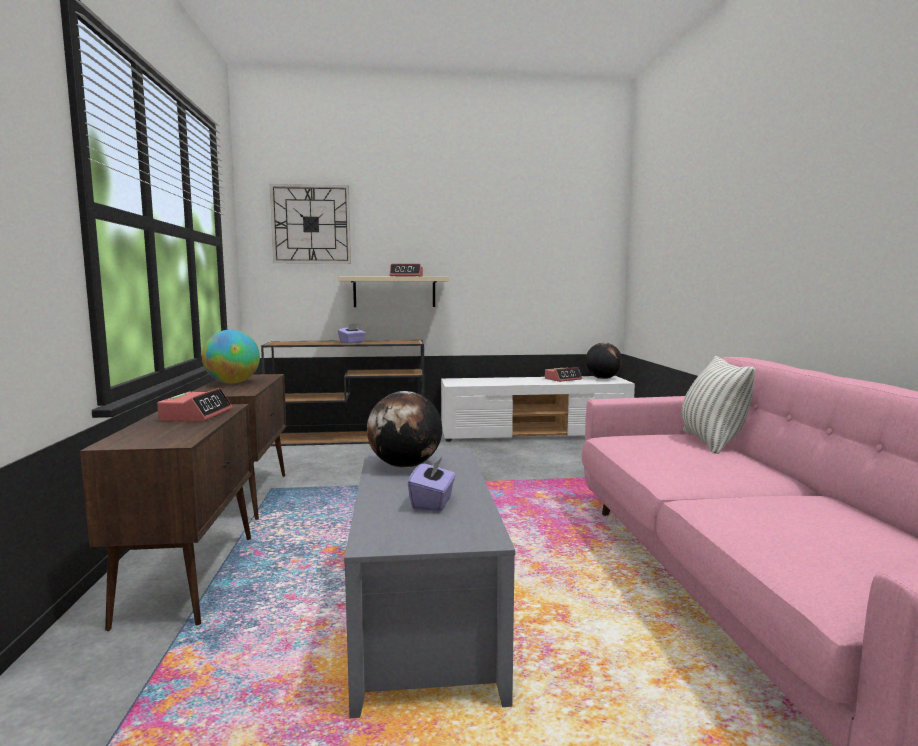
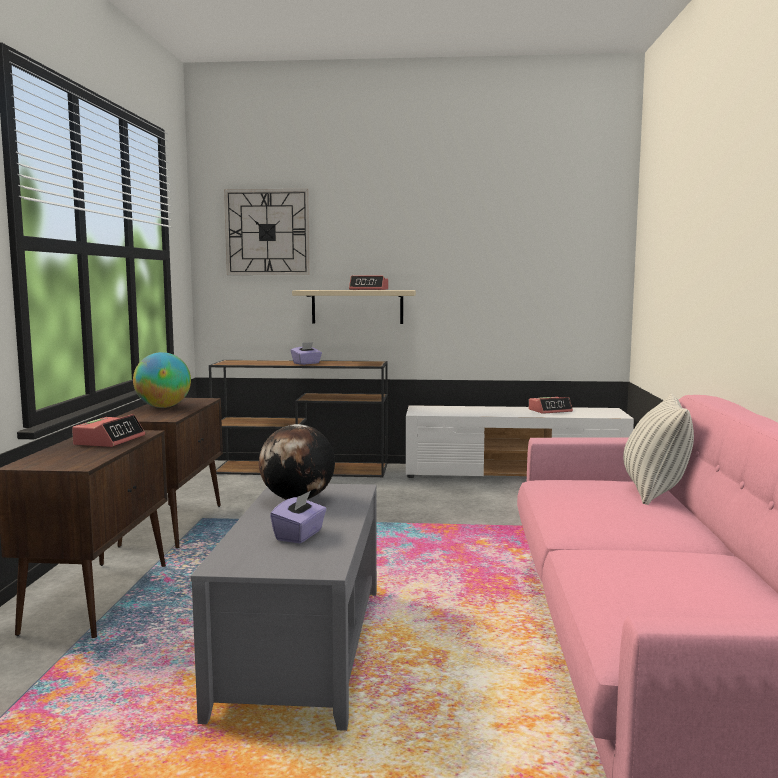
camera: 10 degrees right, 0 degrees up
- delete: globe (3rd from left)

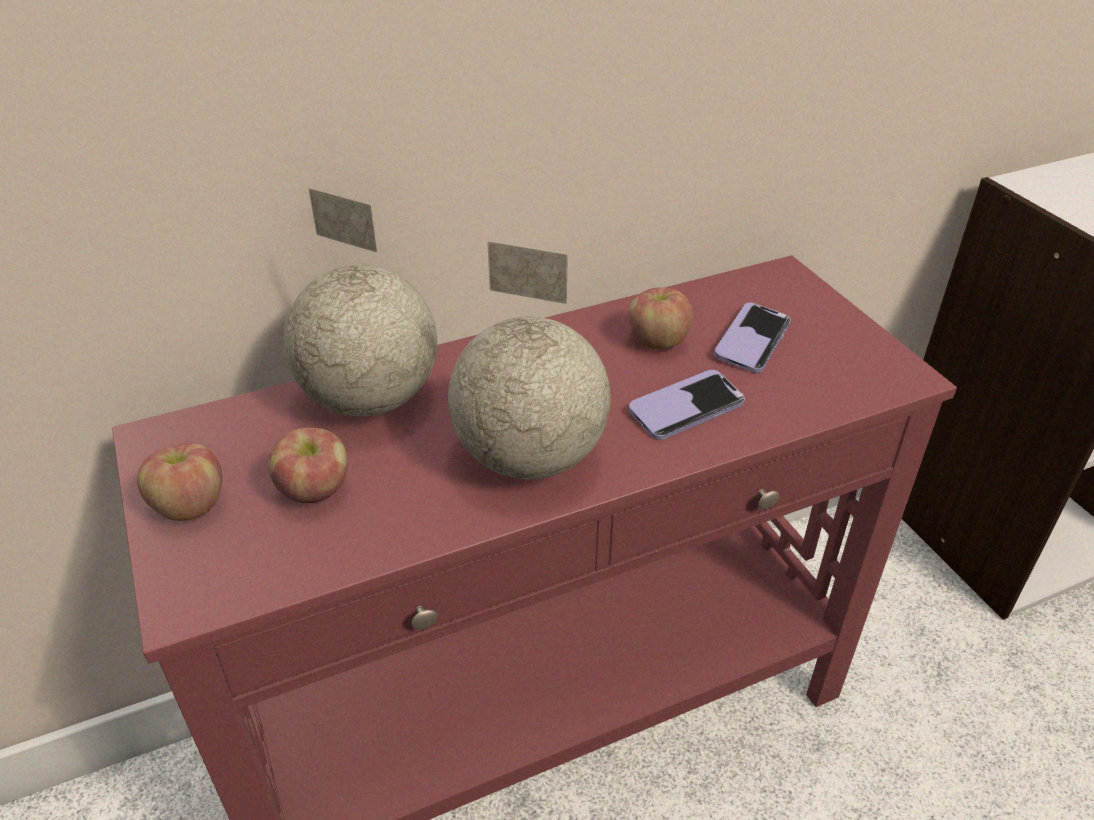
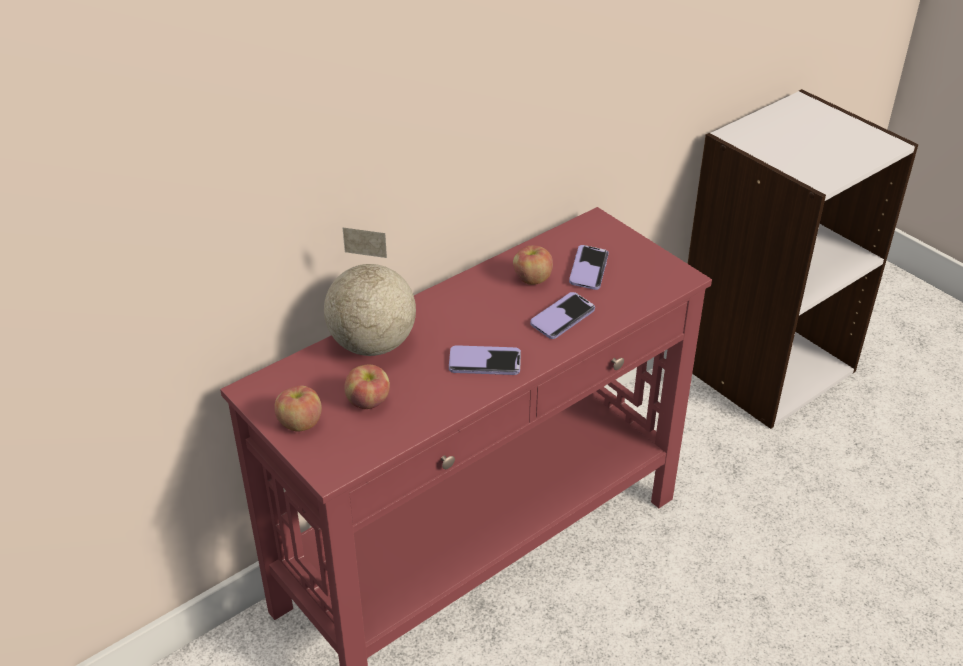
camera: 15 degrees left, 0 degrees up
- replace: globe (2nd from left) to phone (1st from left)

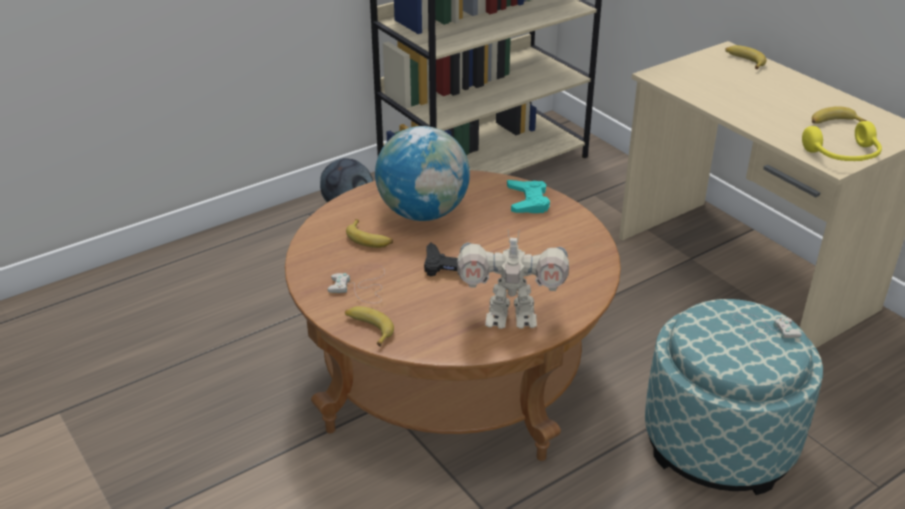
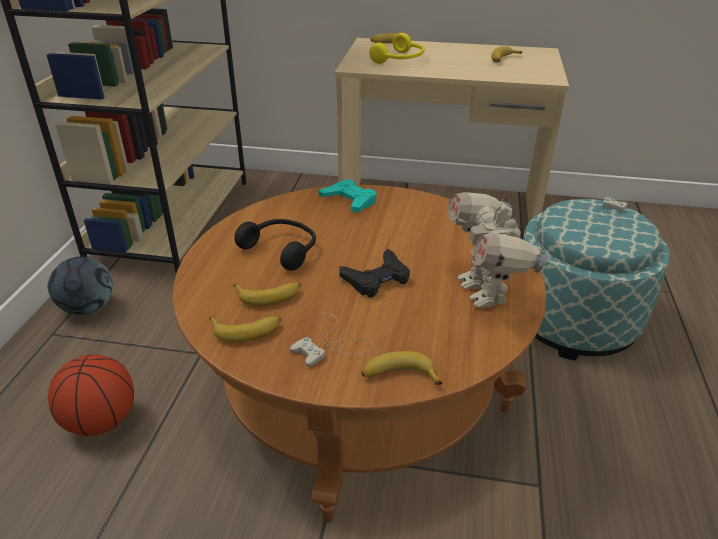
camera: 45 degrees left, 0 degrees up
- insert: basketball
- insert: banana (1st from left)
- replace: globe to black_headphones
- move: yellow_headphones
- rotate: toy_robot 120 degrees clockwise

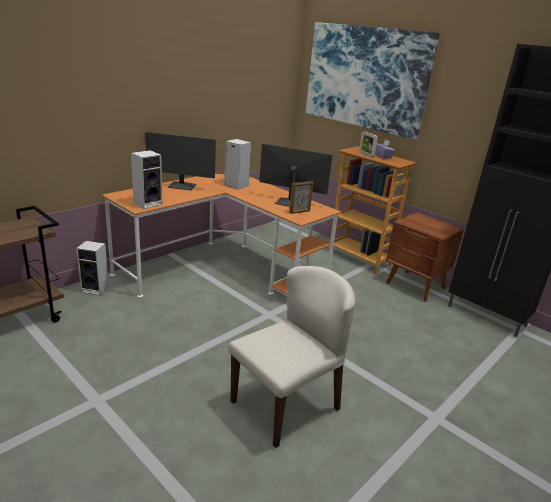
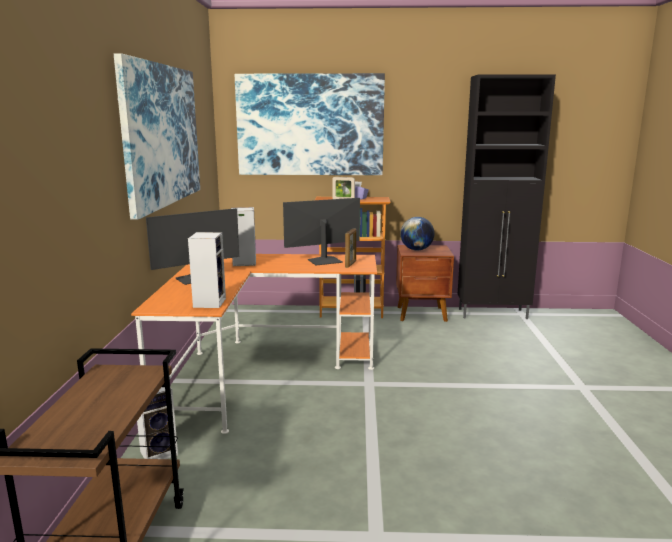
camera: 40 degrees left, 10 degrees down
- insert: picture (1st from left)
- insert: globe
- delete: beige_chair

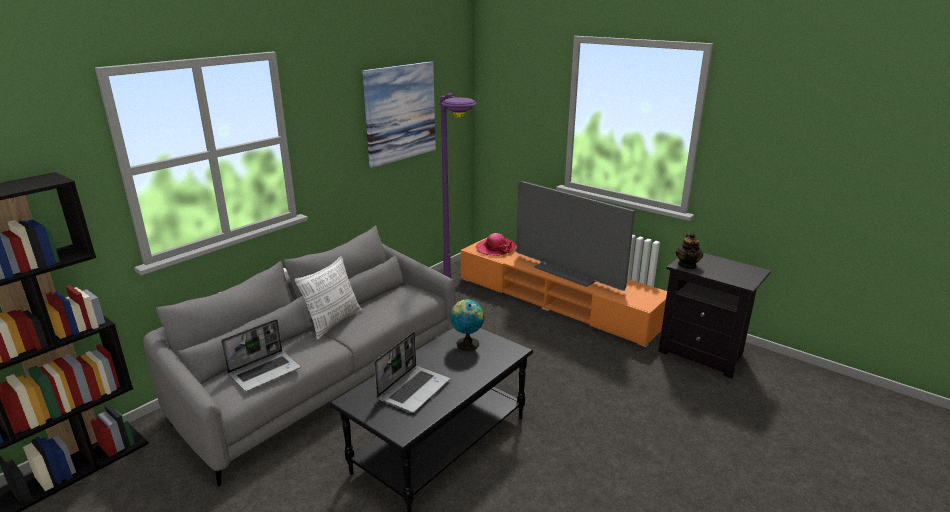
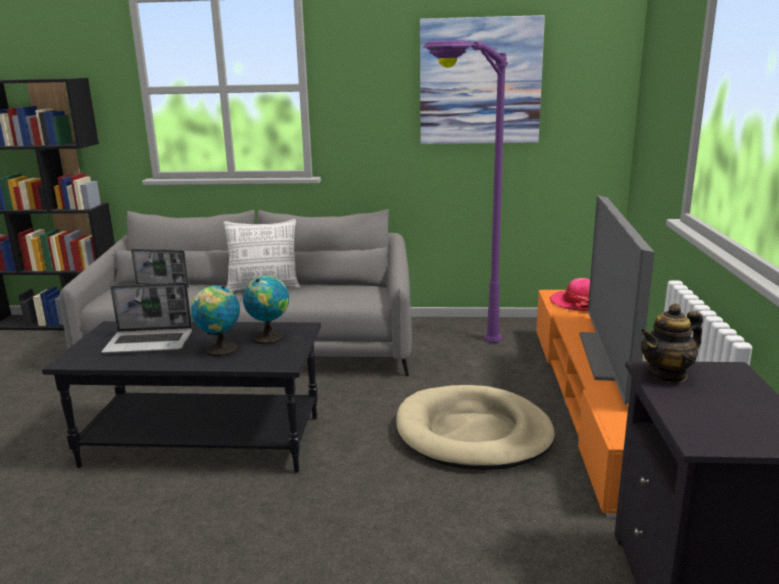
camera: 55 degrees right, 5 degrees down
- insert: globe (1st from left)
- insert: beige_dog_bed

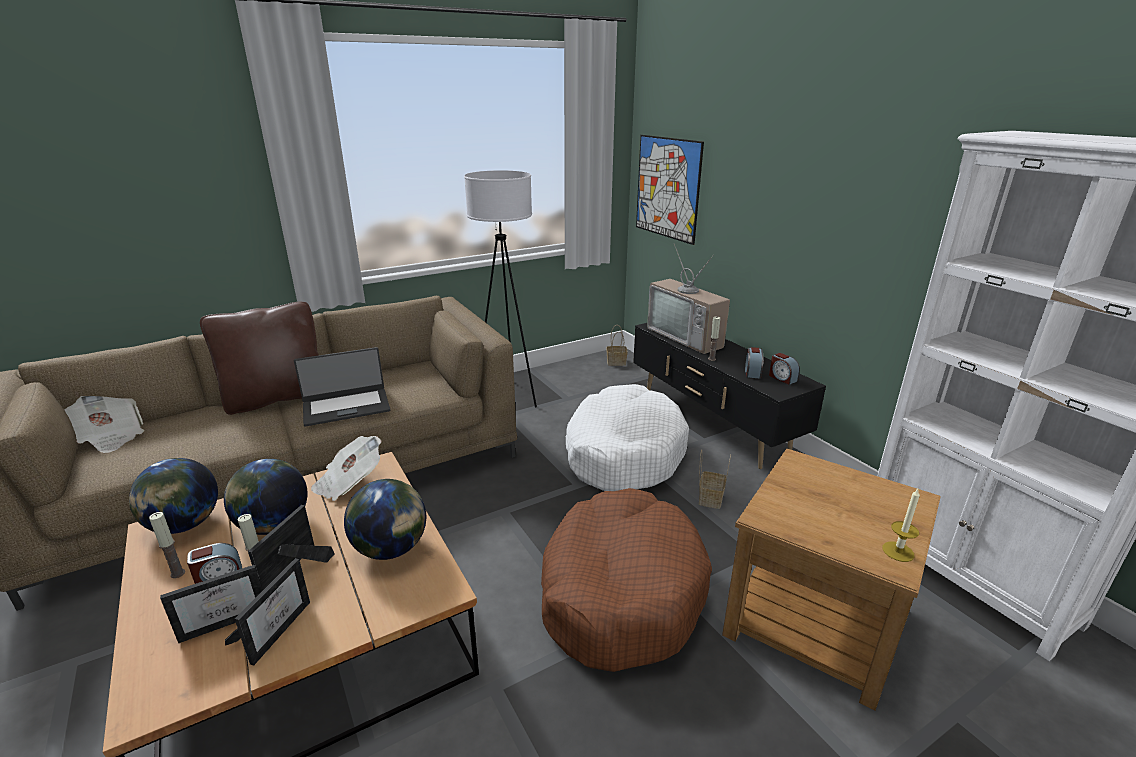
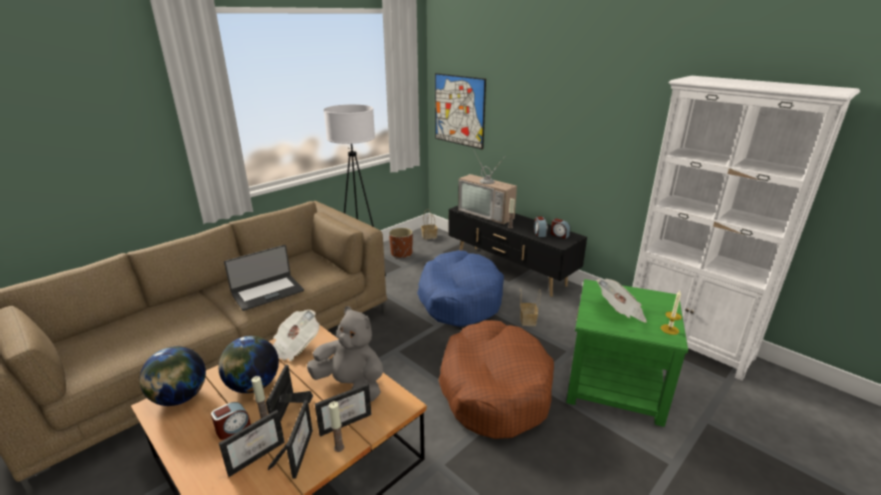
camera: 15 degrees left, 0 degrees up
- replace: globe (3rd from left) to grey_plush_toy
- insert: picture_frame (4th from left)
- move: candle (1st from left in the first image) to candle (2nd from left)
- insert: brown_planter
- recolor: white_dog_bed to blue_dog_bed
- recolor: brown_side_table to green_side_table
- move: newspaper (1st from left in the first image) to newspaper (2nd from left)
- delete: brown_pillow

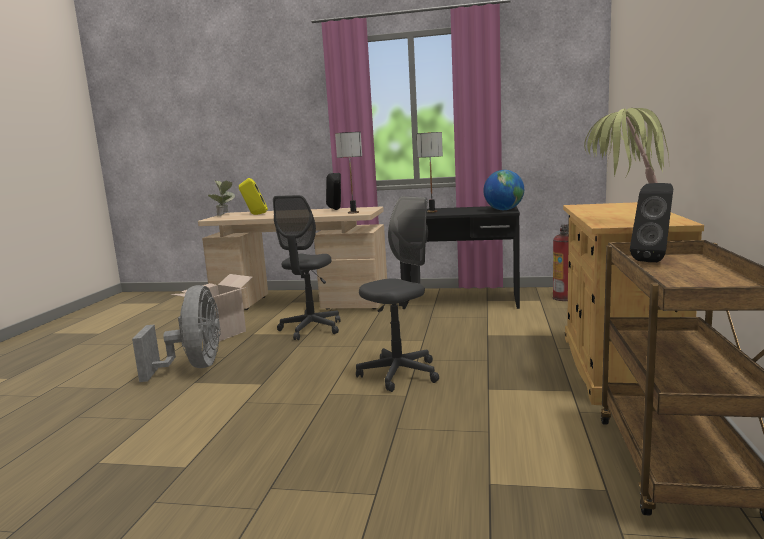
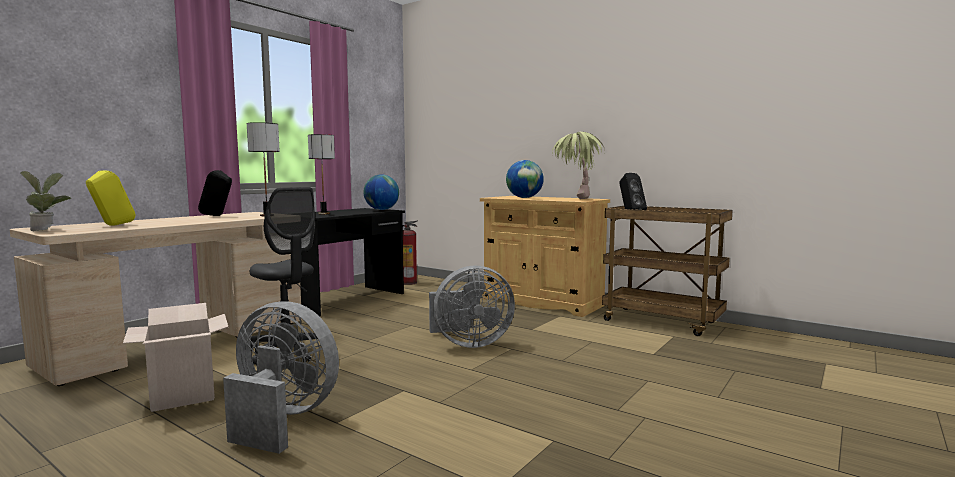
camera: 65 degrees left, 5 degrees down
- replace: grey_office_chair (2nd from left) to grey_fan (2nd from left)
- insert: globe (2nd from left)

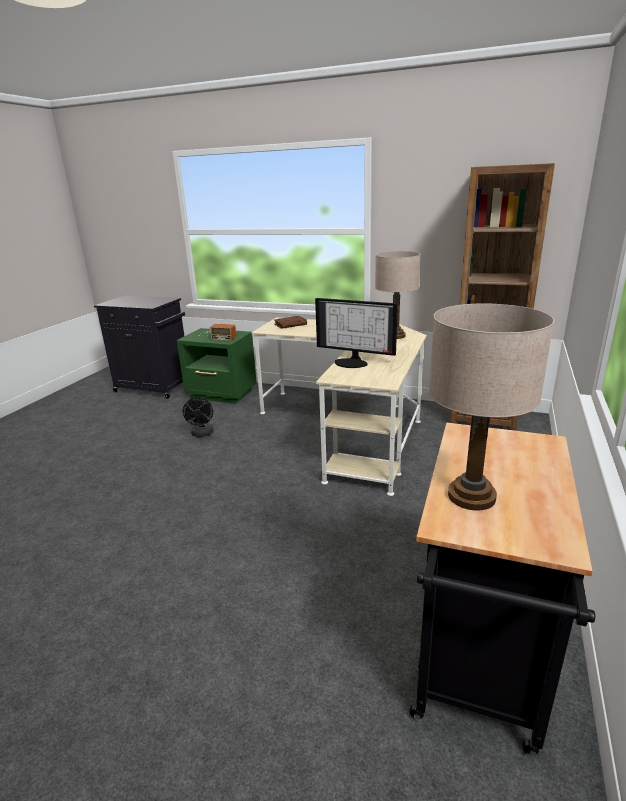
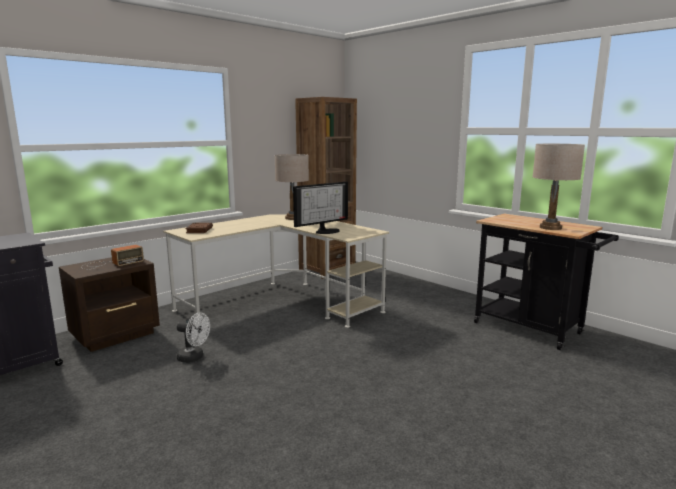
camera: 65 degrees left, 10 degrees down
- recolor: green_nightstand to brown_nightstand
- recolor: black_fan to white_fan

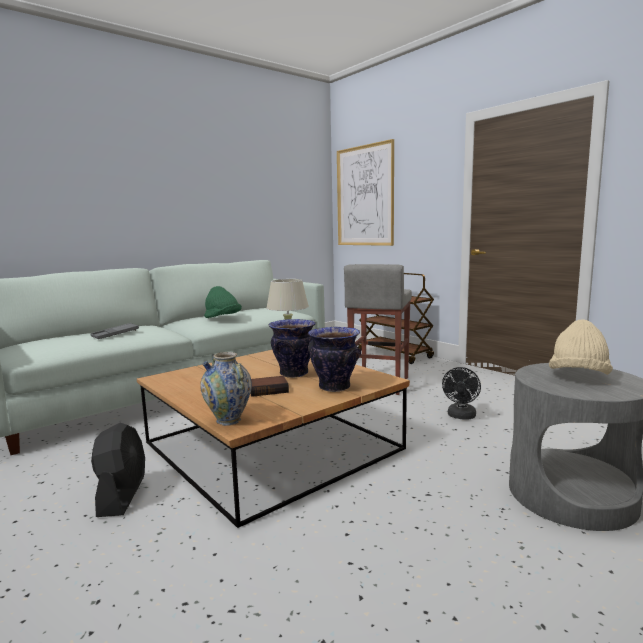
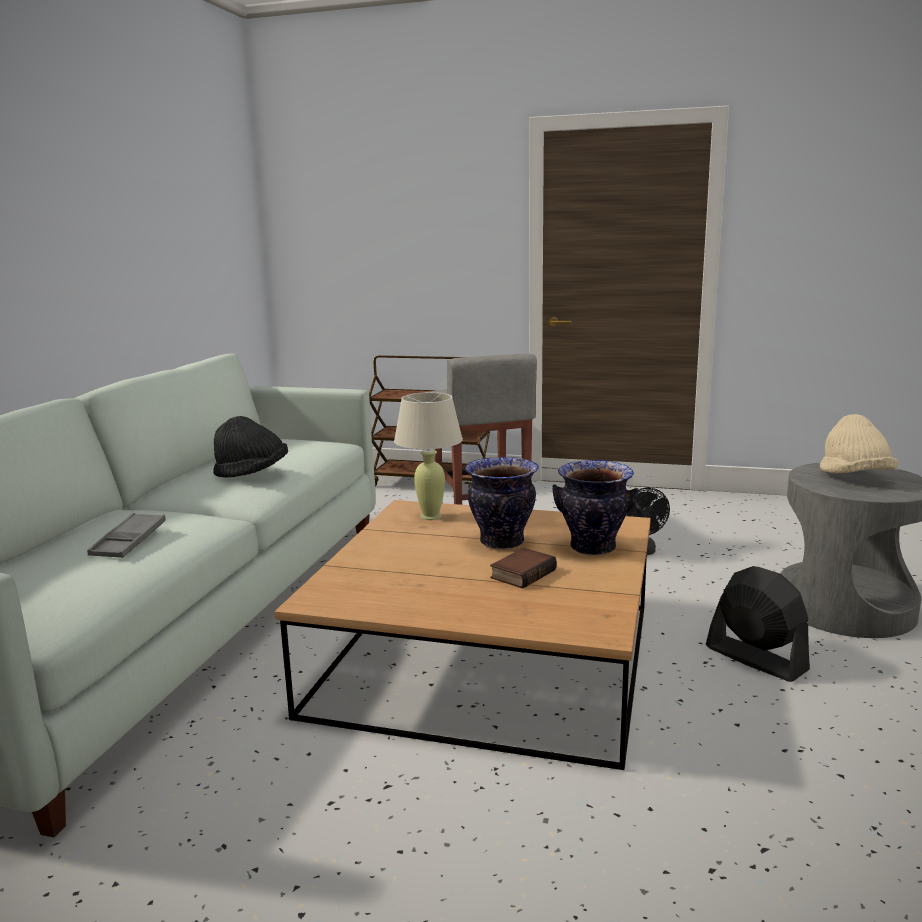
camera: 35 degrees left, 5 degrees up
- recolor: green_hat to black_hat
- move: black_fan (1st from left in the first image) to black_fan (2nd from left)
- delete: vase (1st from left)
- delete: picture

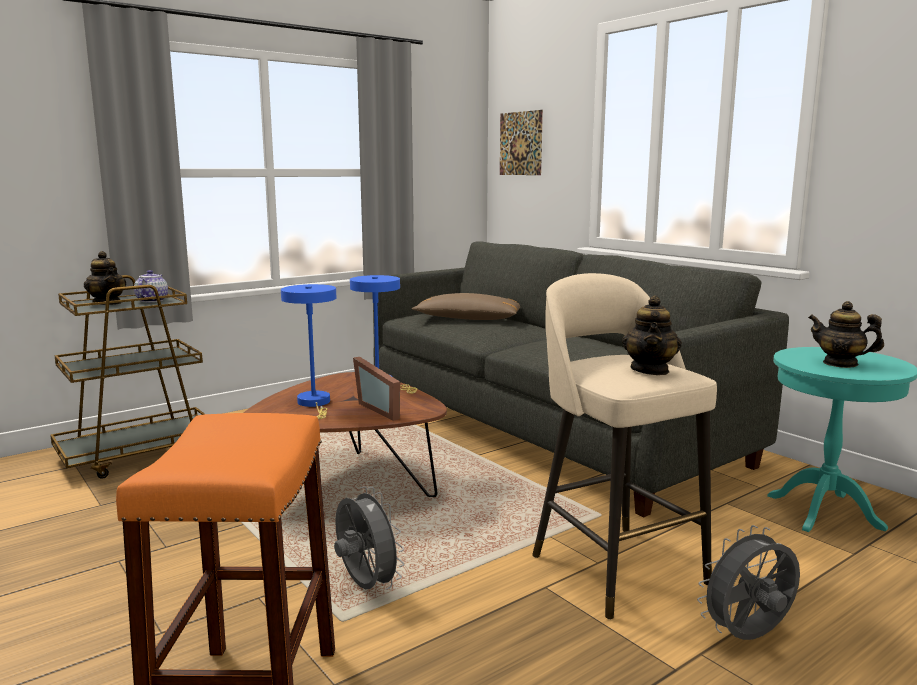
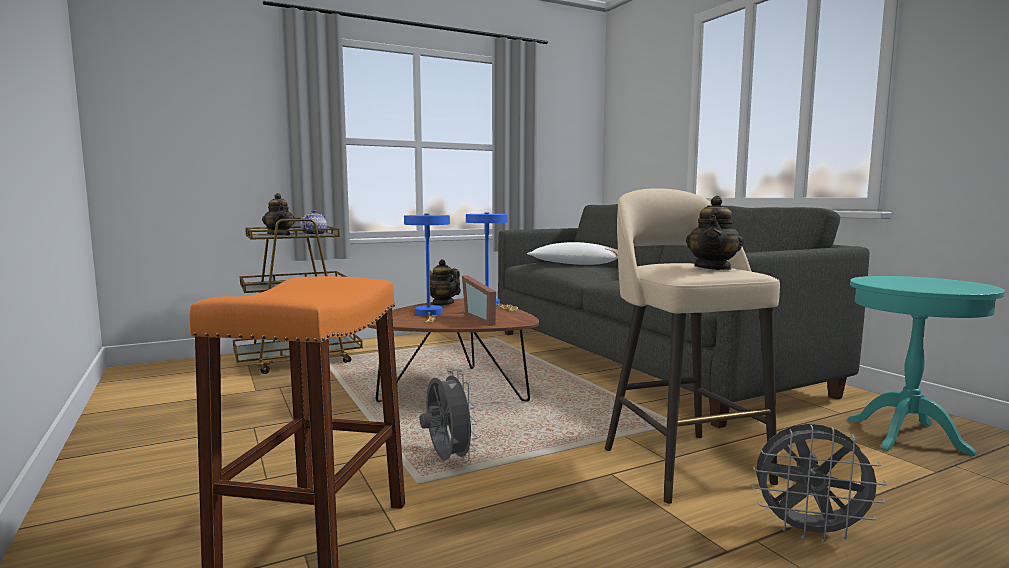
camera: 10 degrees right, 5 degrees down
- move: teapot (4th from left in the first image) to teapot (3rd from left)
- recolor: brown_pillow to white_pillow
- rotate: grey_fan (2nd from left) 150 degrees counterclockwise
- delete: picture

